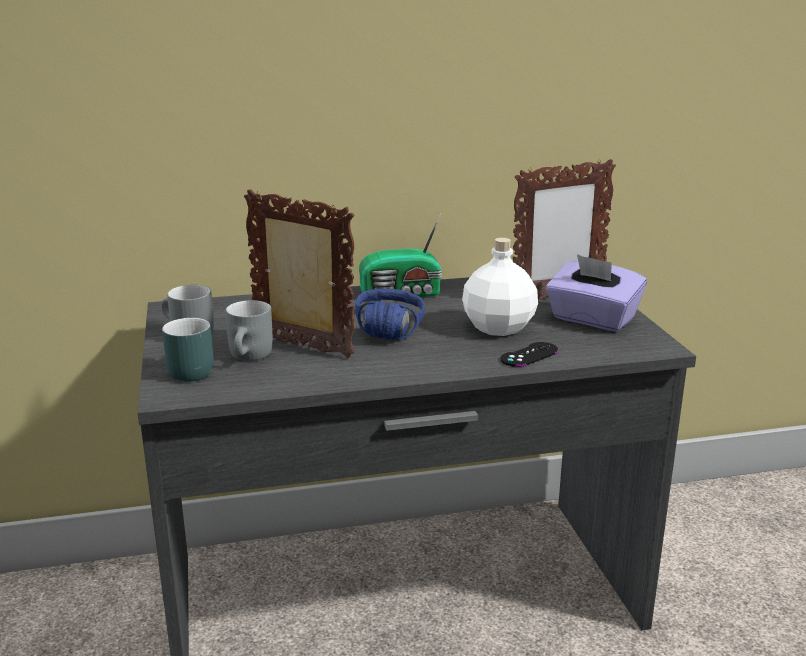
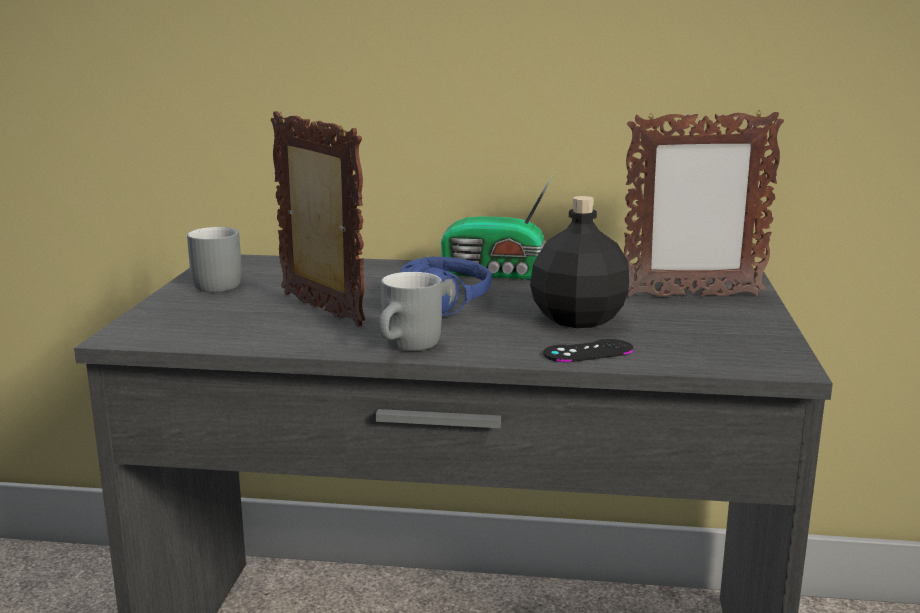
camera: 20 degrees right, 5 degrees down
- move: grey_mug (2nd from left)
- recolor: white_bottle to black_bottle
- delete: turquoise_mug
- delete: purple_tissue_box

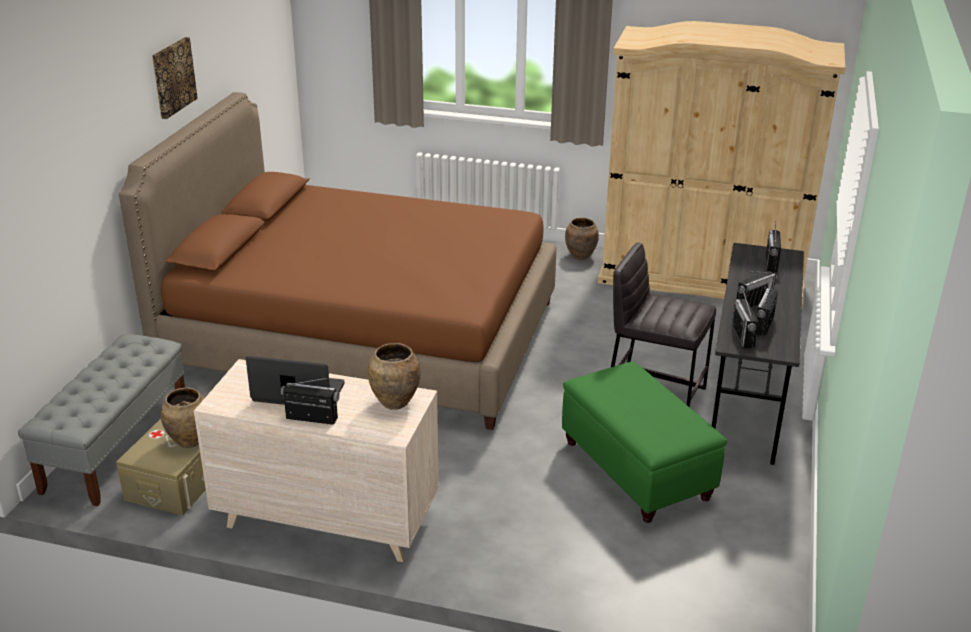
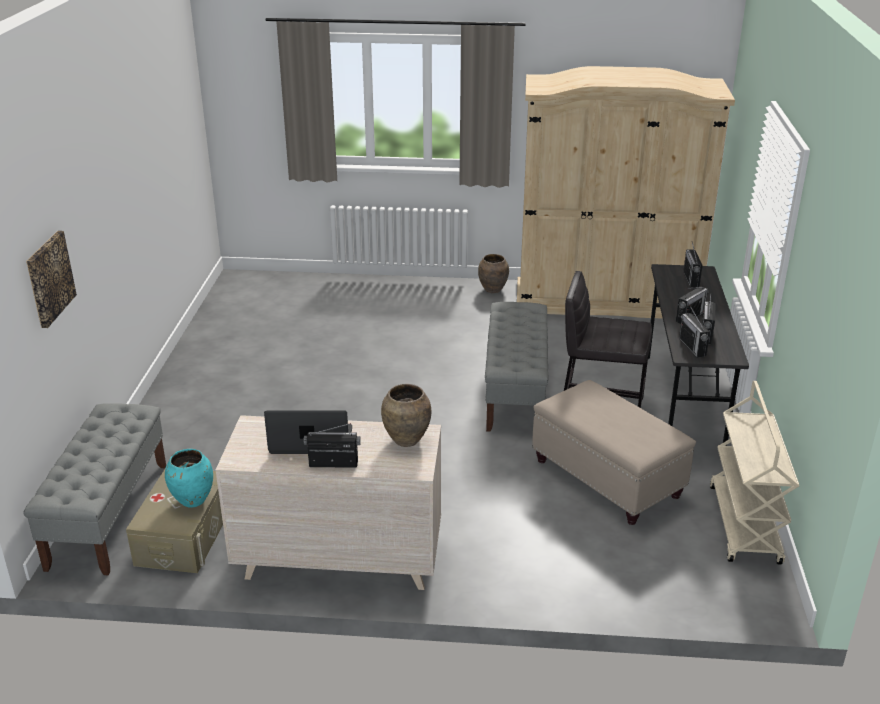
camera: 10 degrees left, 0 degrees up
- move: picture
- recolor: brown_vase (1st from left) to turquoise_vase
- insert: grey_bench (2nd from left)
- recolor: green_ottoman to beige_ottoman
- insert: beige_cart
- delete: brown_bed

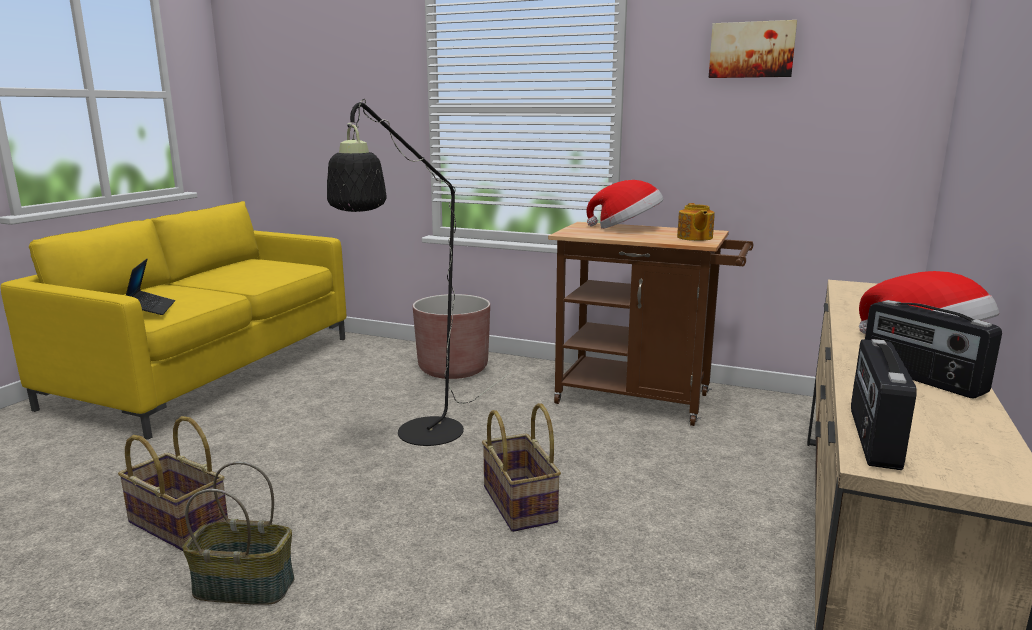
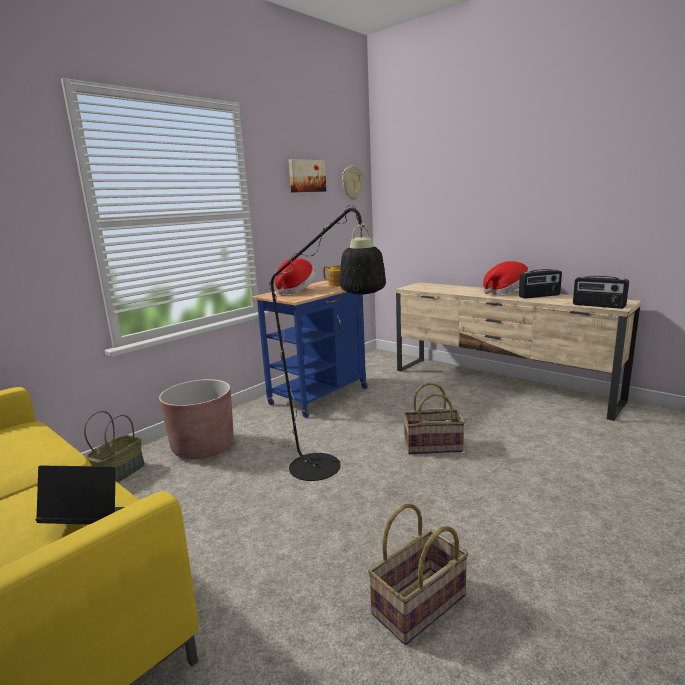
camera: 70 degrees left, 0 degrees up
- move: basket (2nd from left in the first image) to basket (1st from left)
- recolor: brown_cart to blue_cart
- insert: wall_clock

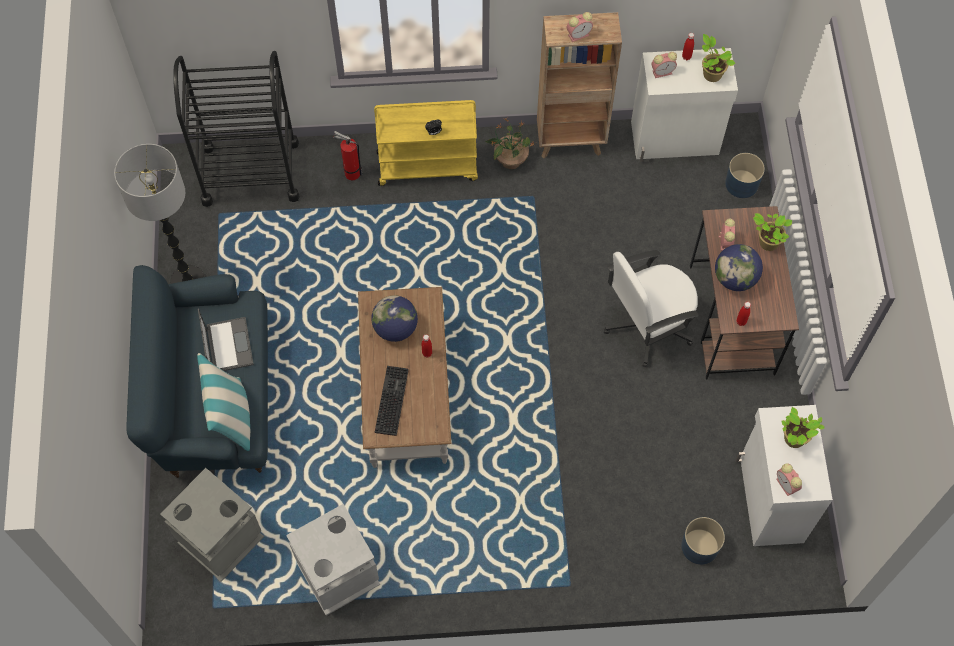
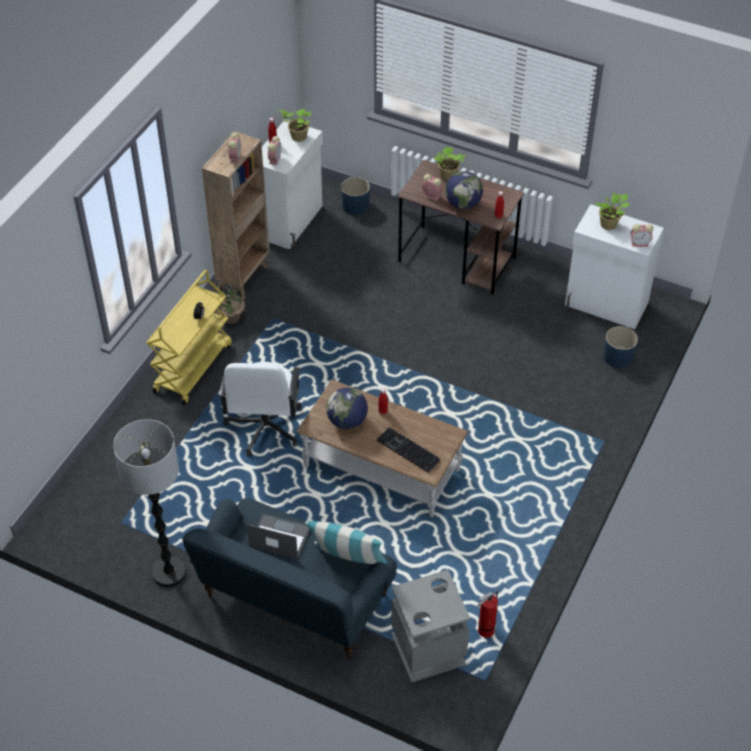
camera: 60 degrees left, 15 degrees down
- move: white_office_chair
- move: fire_extinguisher
- delete: black_cart
- delete: grey_trash_can (2nd from left)

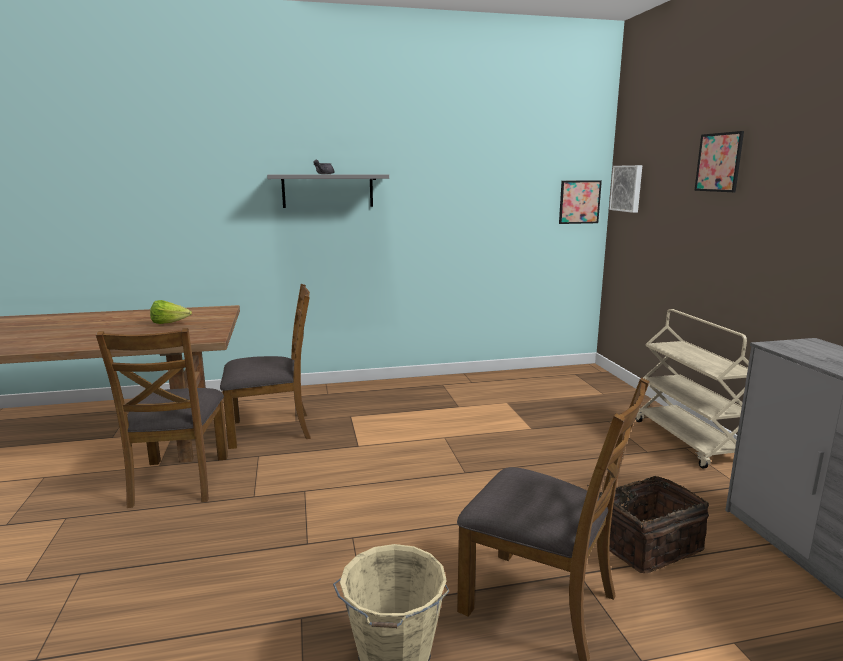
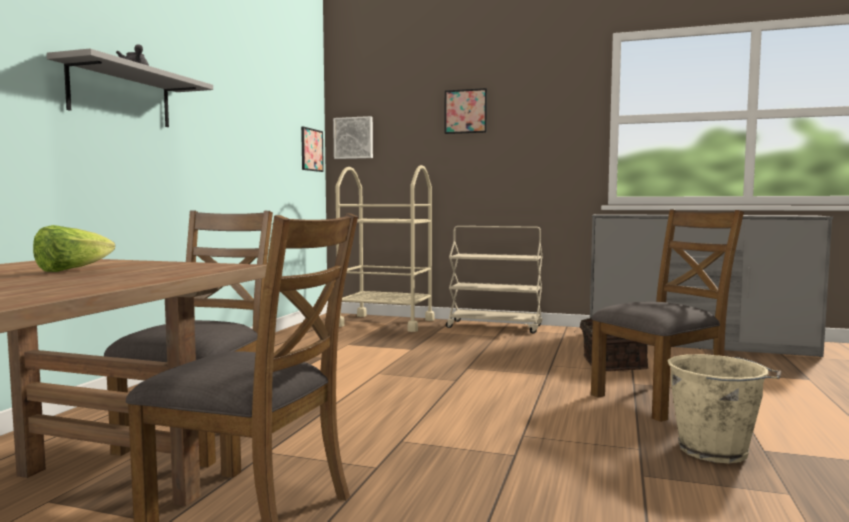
camera: 60 degrees left, 10 degrees down
- insert: beige_cart (1st from left)

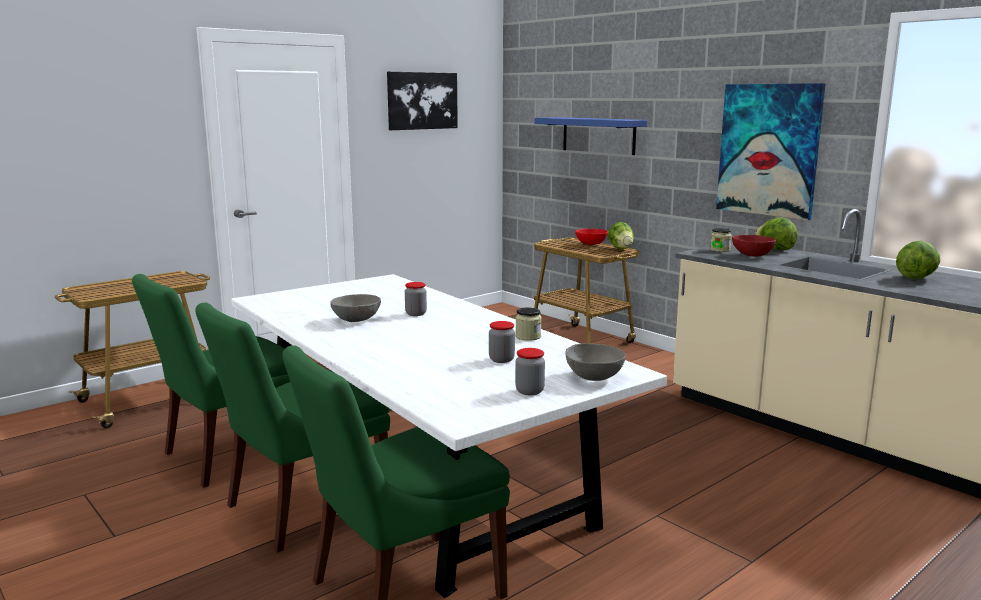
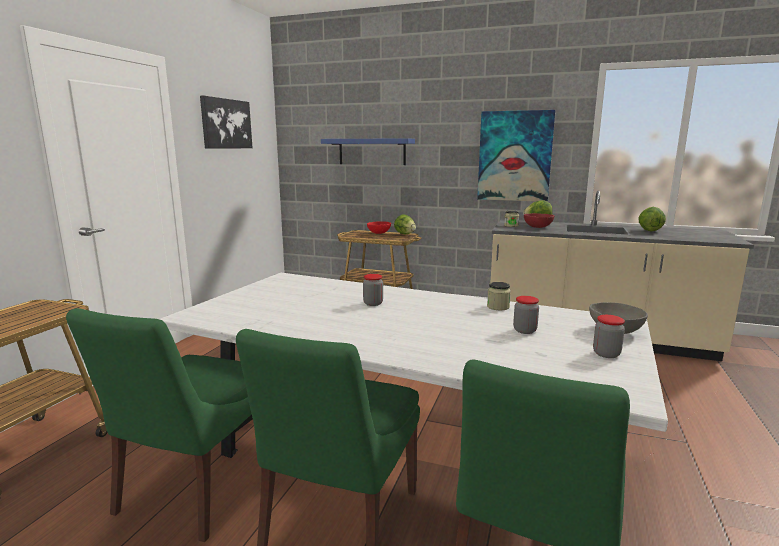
camera: 30 degrees left, 0 degrees up
- delete: grey_bowl (1st from left)

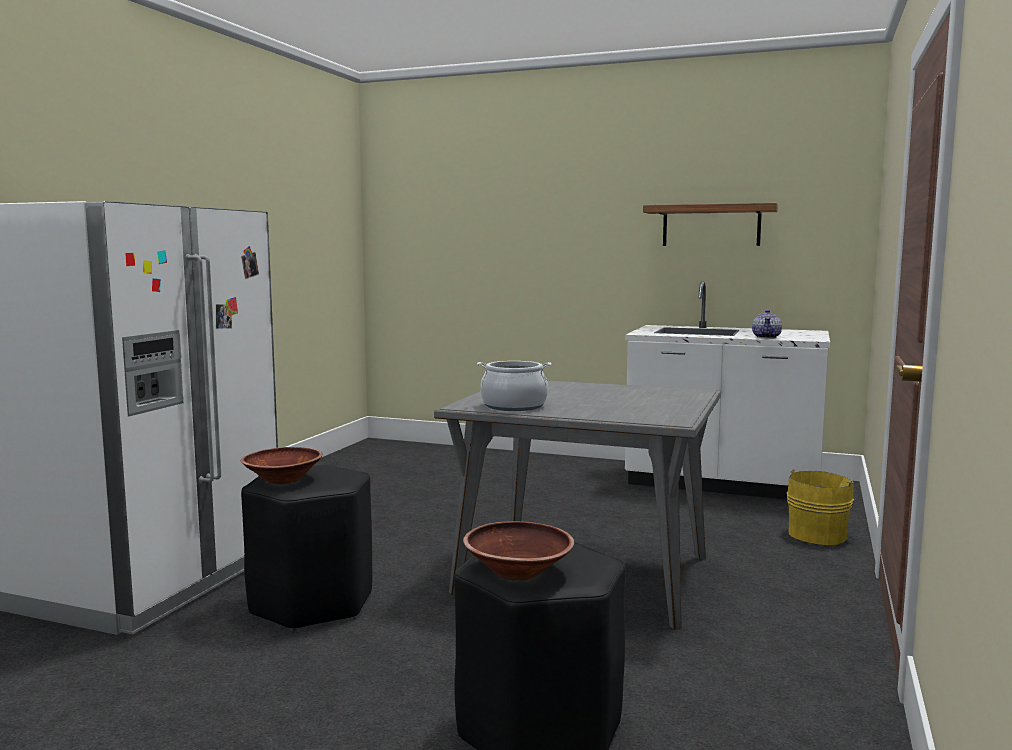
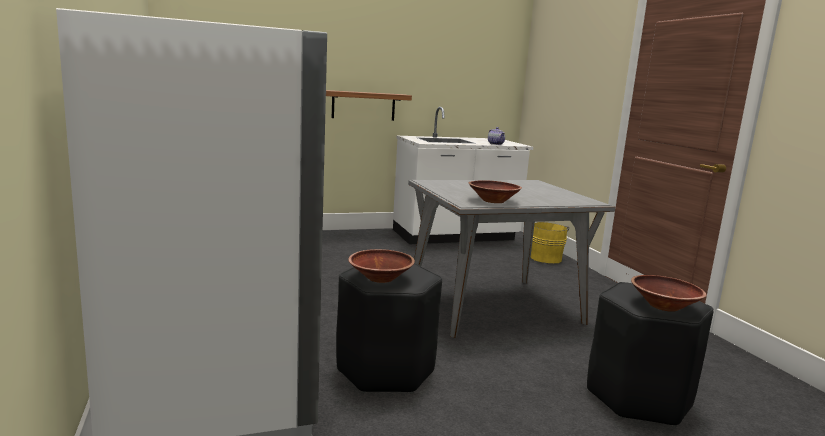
camera: 40 degrees left, 5 degrees up
- move: shelf
- replace: cooking_pot to brown_bowl (2nd from left)

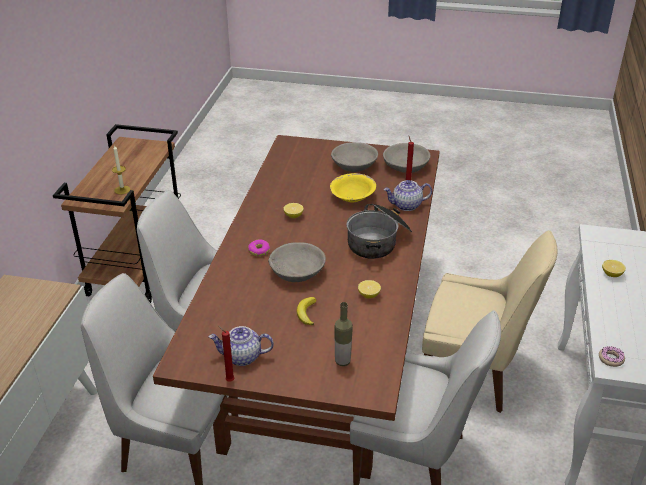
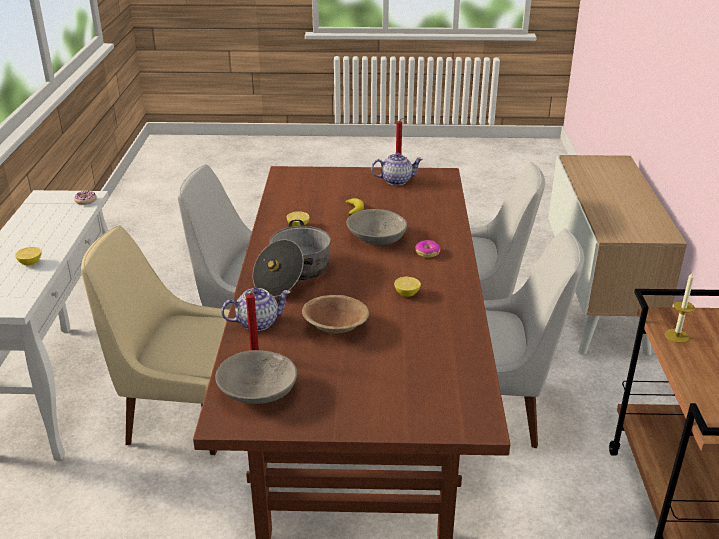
camera: 170 degrees right, 5 degrees down
- recolor: yellow_bowl to brown_bowl
- delete: grey_bowl (2nd from left)
- delete: bottle

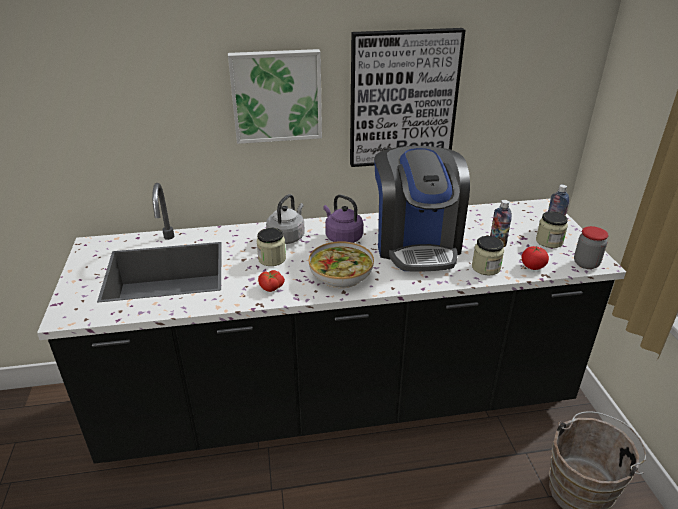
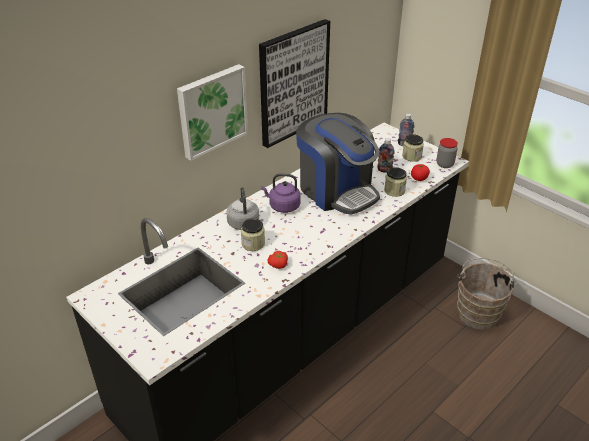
camera: 35 degrees left, 5 degrees up
- delete: bowl

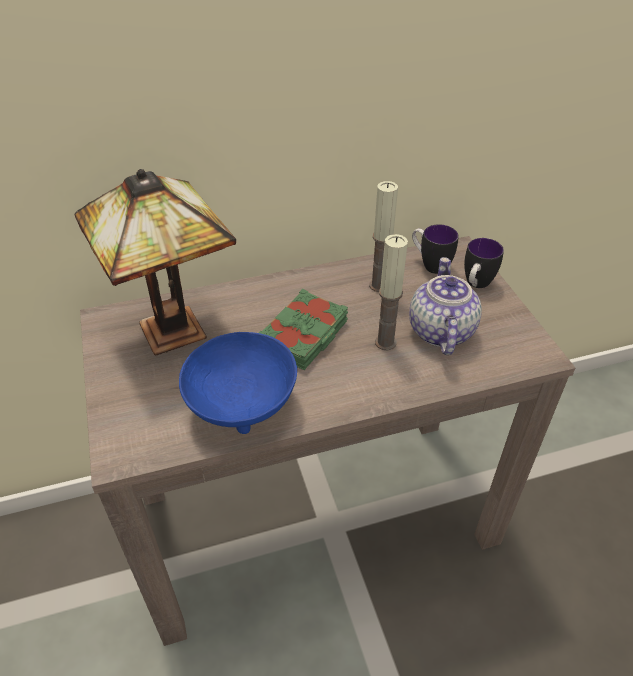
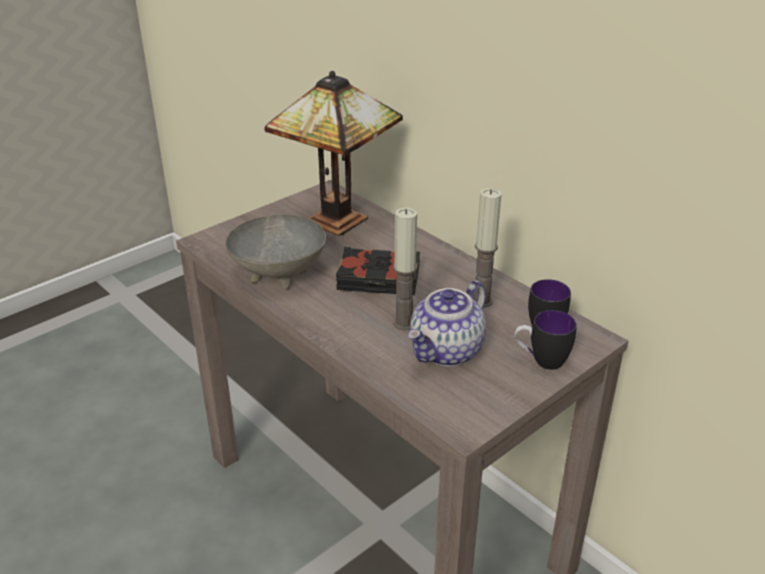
camera: 65 degrees right, 10 degrees down
- recolor: blue_bowl to grey_bowl
- recolor: green_book to black_book
- rotate: teapot 150 degrees clockwise

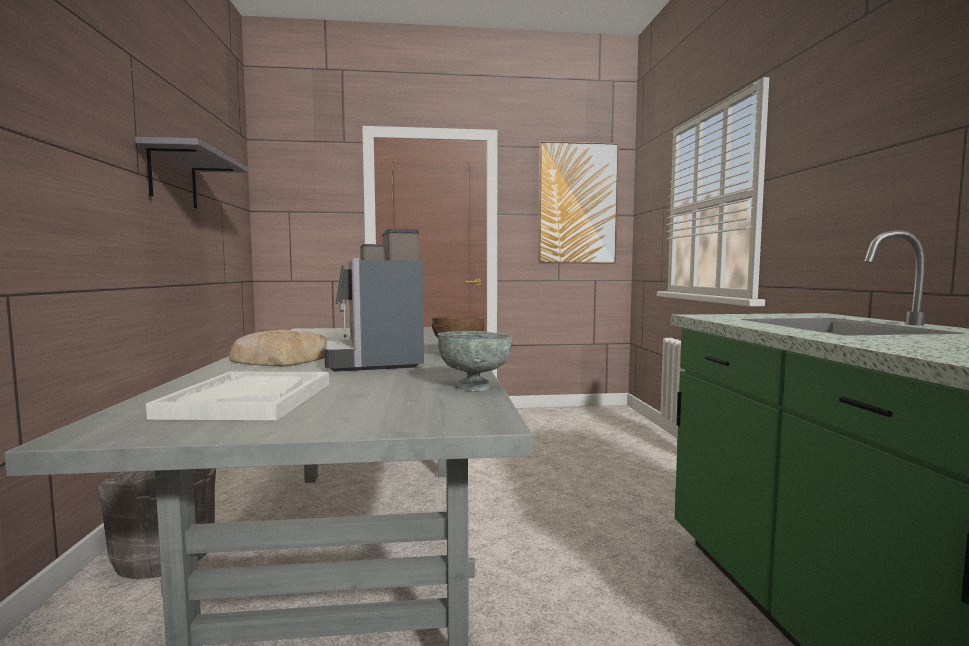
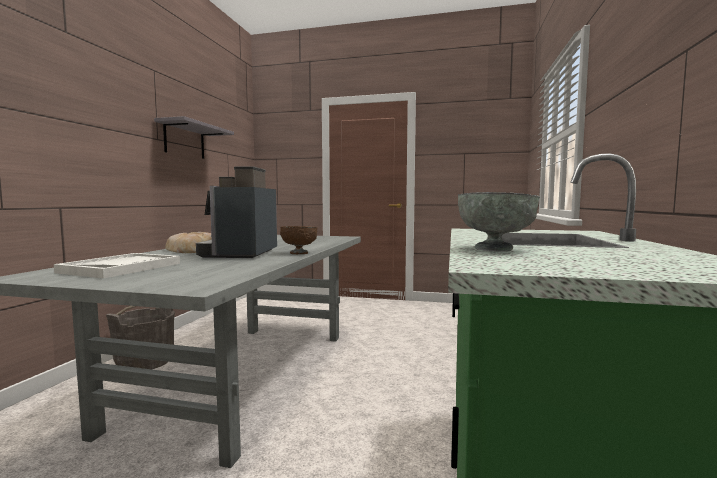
camera: 20 degrees right, 0 degrees up
- move: grey_bowl
- delete: picture

